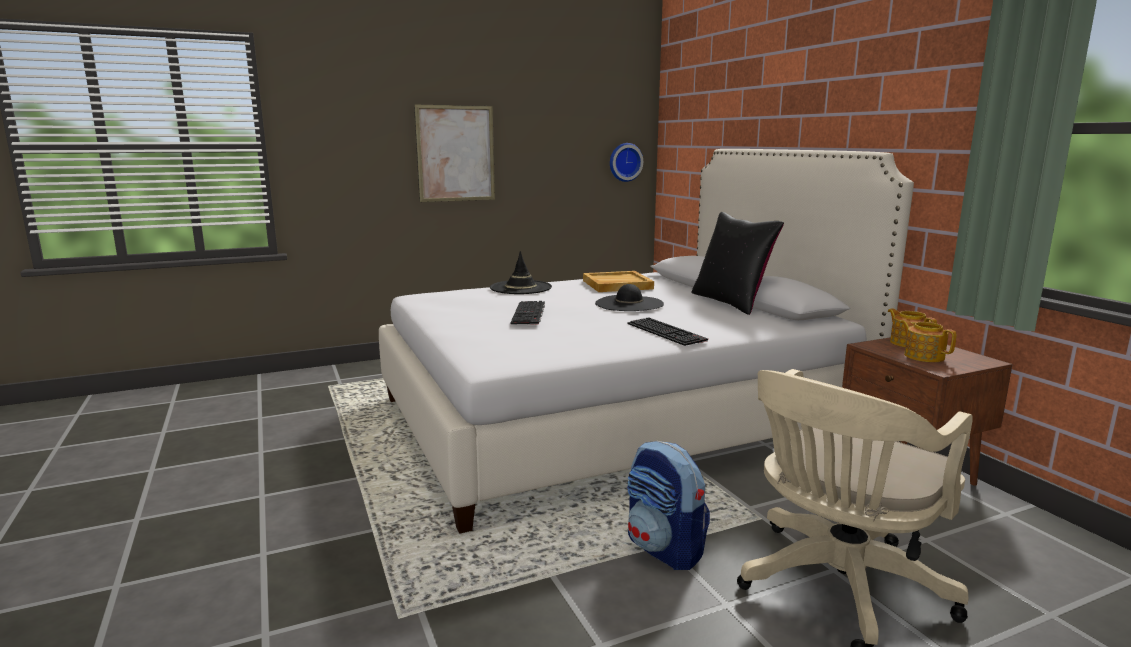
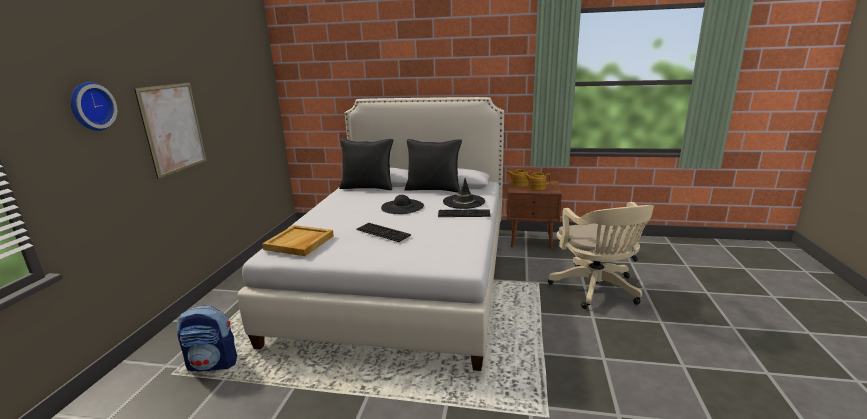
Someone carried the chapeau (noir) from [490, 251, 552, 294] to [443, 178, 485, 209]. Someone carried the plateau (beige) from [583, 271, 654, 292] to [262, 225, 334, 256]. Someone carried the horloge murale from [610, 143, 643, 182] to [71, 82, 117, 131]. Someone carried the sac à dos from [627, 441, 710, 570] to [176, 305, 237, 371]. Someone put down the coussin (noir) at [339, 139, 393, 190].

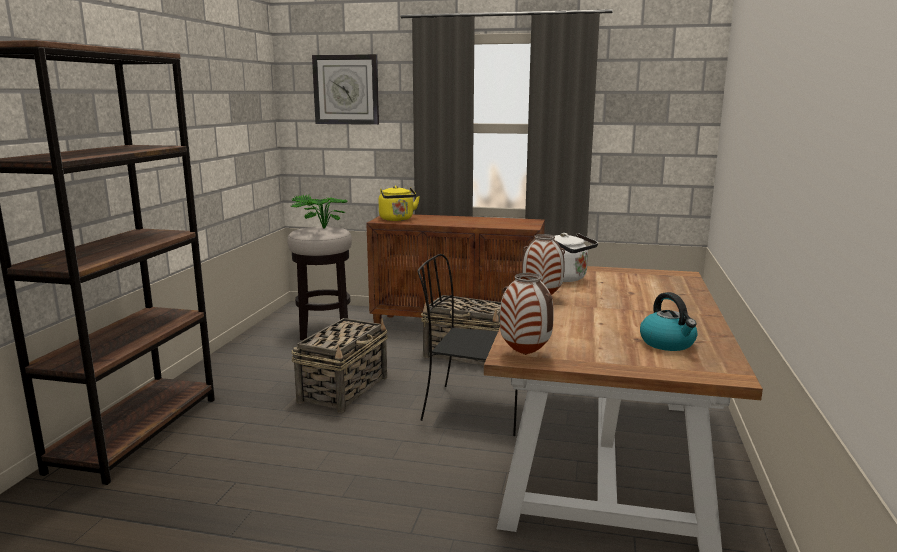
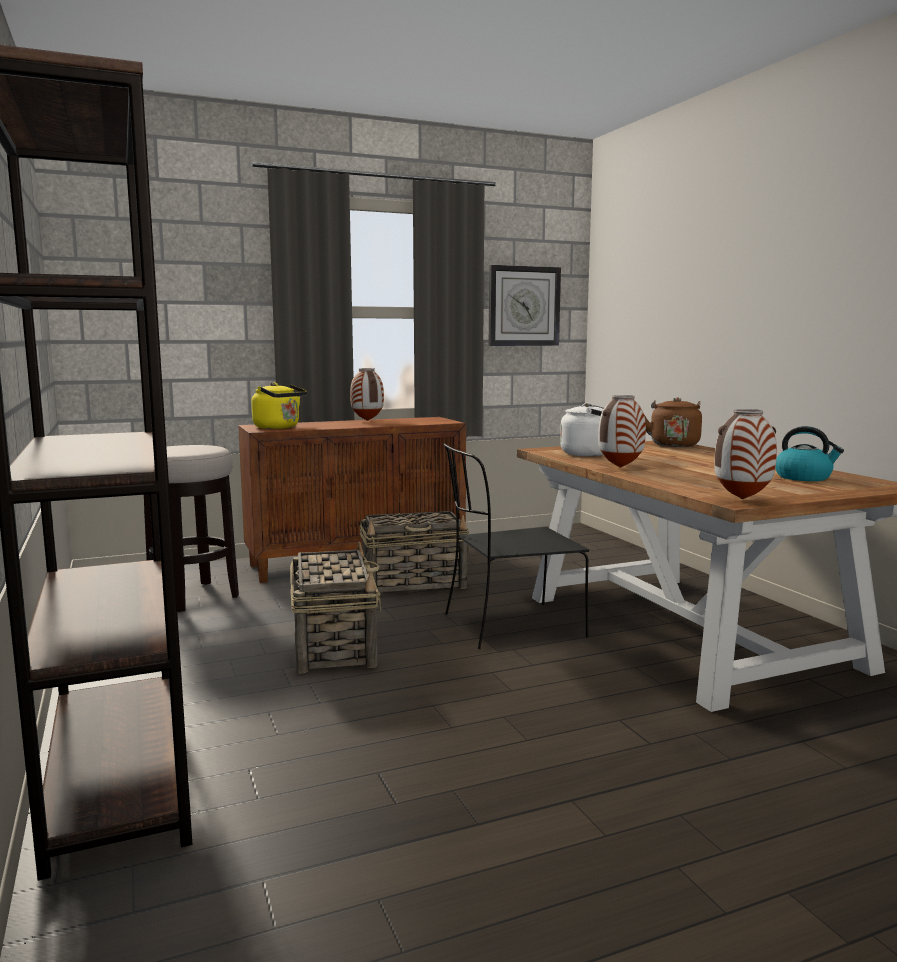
Someone took away the plante en pot at [290, 195, 347, 228]. Someone carried the horloge murale from [312, 54, 379, 125] to [489, 265, 561, 346]. Someone put down the vase at [350, 368, 384, 421]. Someone put down the bouilloire (marron) at [644, 397, 702, 447].

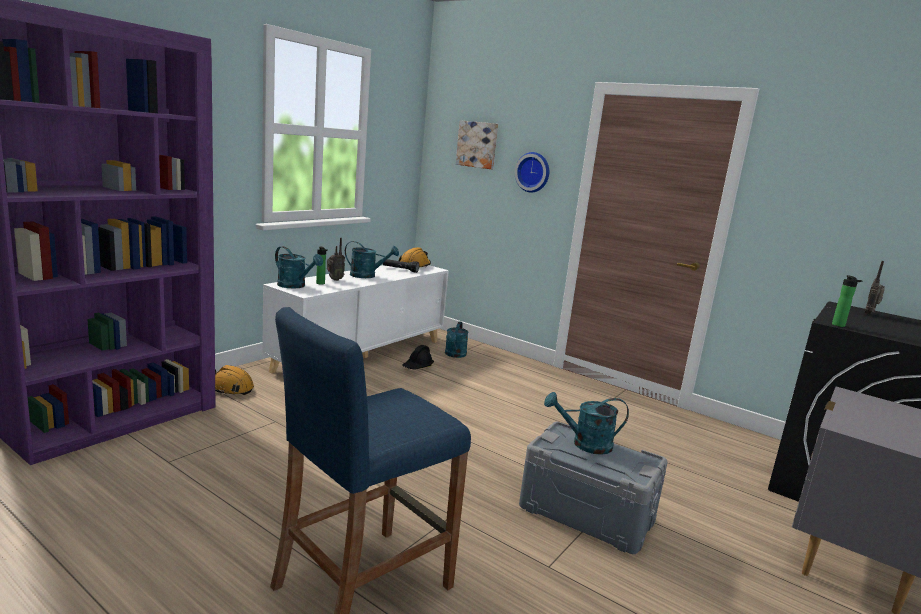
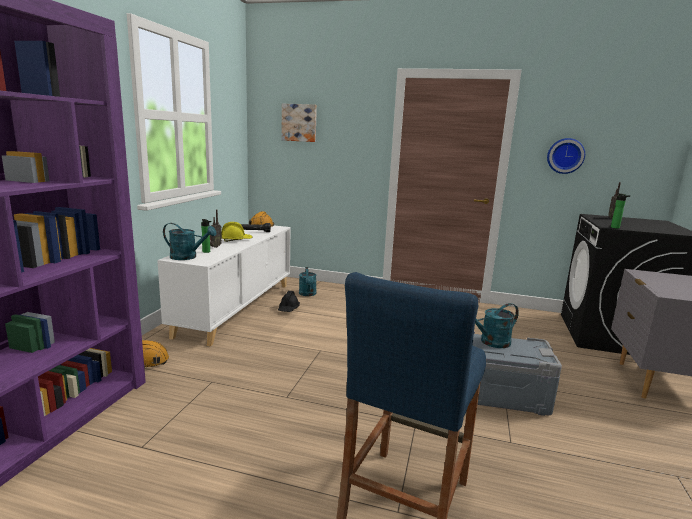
Someone swapped the arrosoir (turquoise) at [345, 241, 399, 278] for the casque de chantier (jaune) at [222, 222, 253, 242]. Someone carried the horloge murale from [515, 152, 549, 193] to [547, 138, 585, 174].

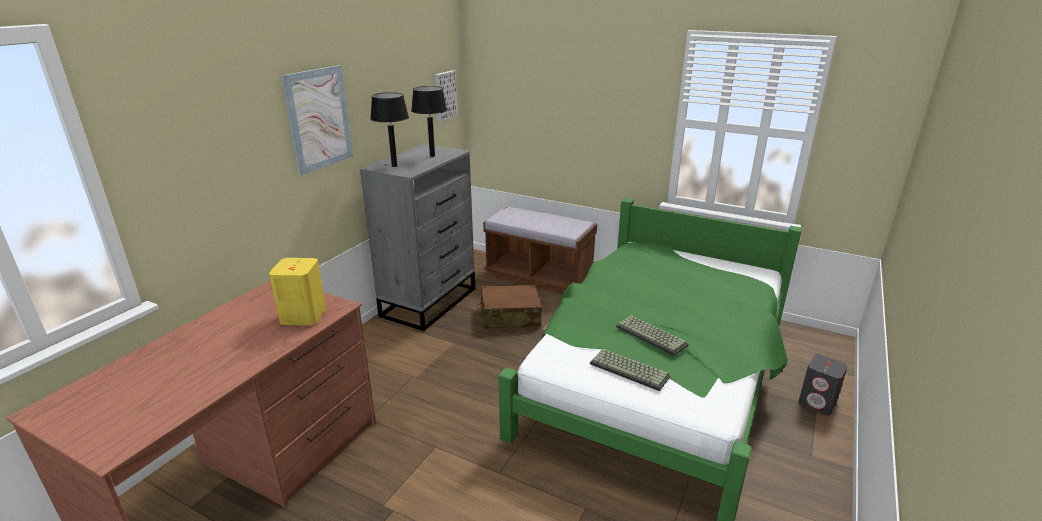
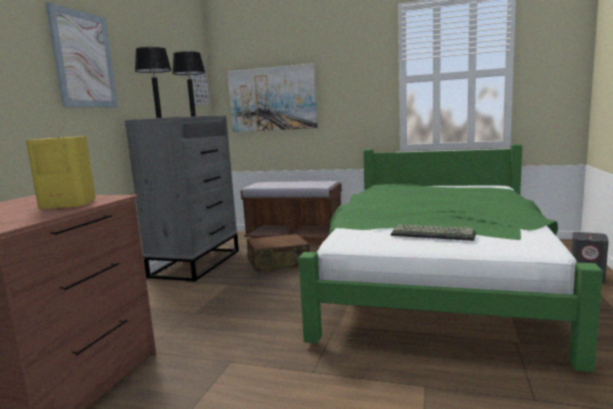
Someone took away the clavier at [616, 315, 689, 356]. Someone put up the tableau at [227, 63, 318, 132].

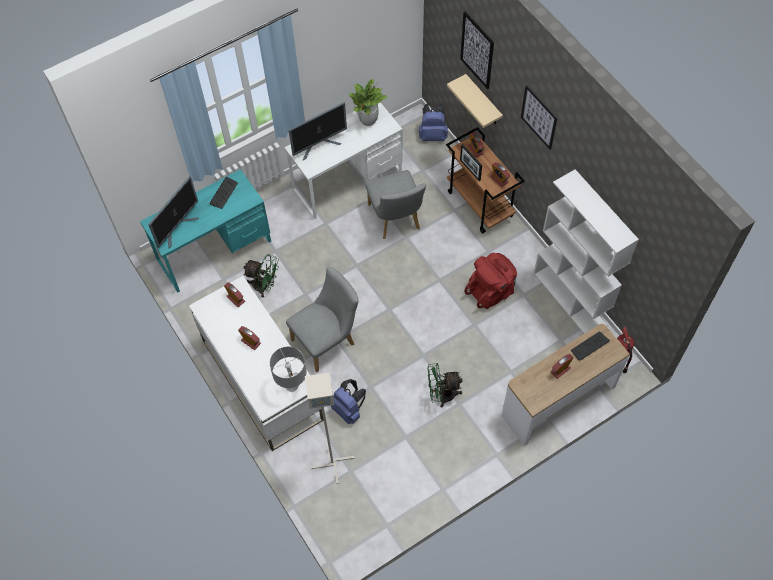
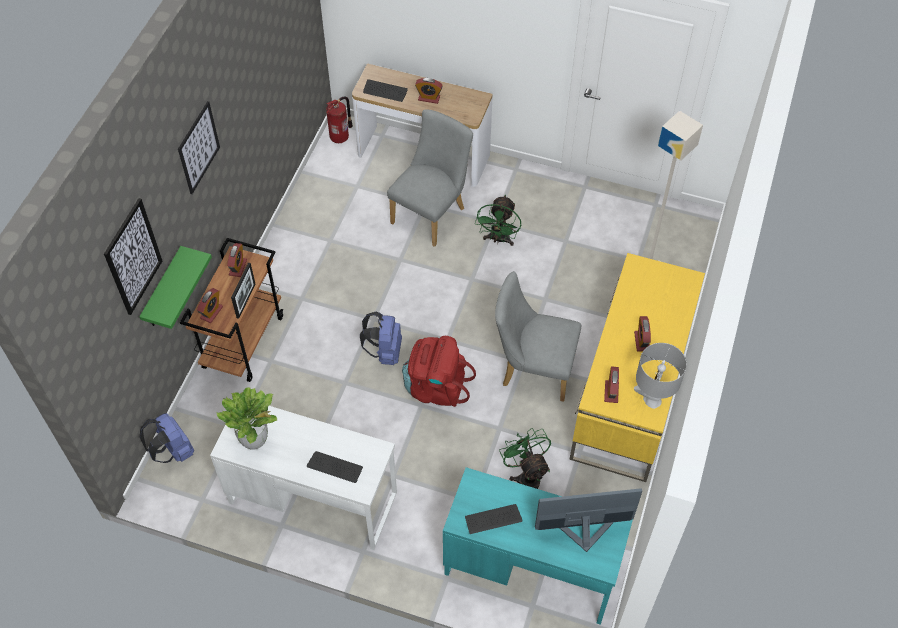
Someone repainted the bureau (blanc) at [189, 276, 324, 451], which became the bureau (jaune) at [569, 253, 705, 482]. Someone carried the lampe de table (gris) from [270, 346, 307, 392] to [634, 343, 687, 409]. Someone swapped the écran d'ordinateur at [289, 102, 347, 160] for the clavier at [307, 451, 363, 483]. Someone carried the sac à dos (bleu) from [331, 379, 366, 424] to [360, 312, 402, 365]. Someone carried the chaise (gris) from [365, 170, 426, 239] to [387, 110, 473, 247]. Someone rotated the ventilateur (vert) at [427, 363, 463, 408] by 60 degrees clockwise. Someone repainted the étagère (beige) at [447, 74, 503, 128], which became the étagère (vert) at [139, 246, 212, 329]. Someone carried the sac à dos (rouge) from [464, 253, 517, 309] to [402, 336, 476, 407]. Someone took away the bibliothèque (blanc) at [534, 169, 639, 334].

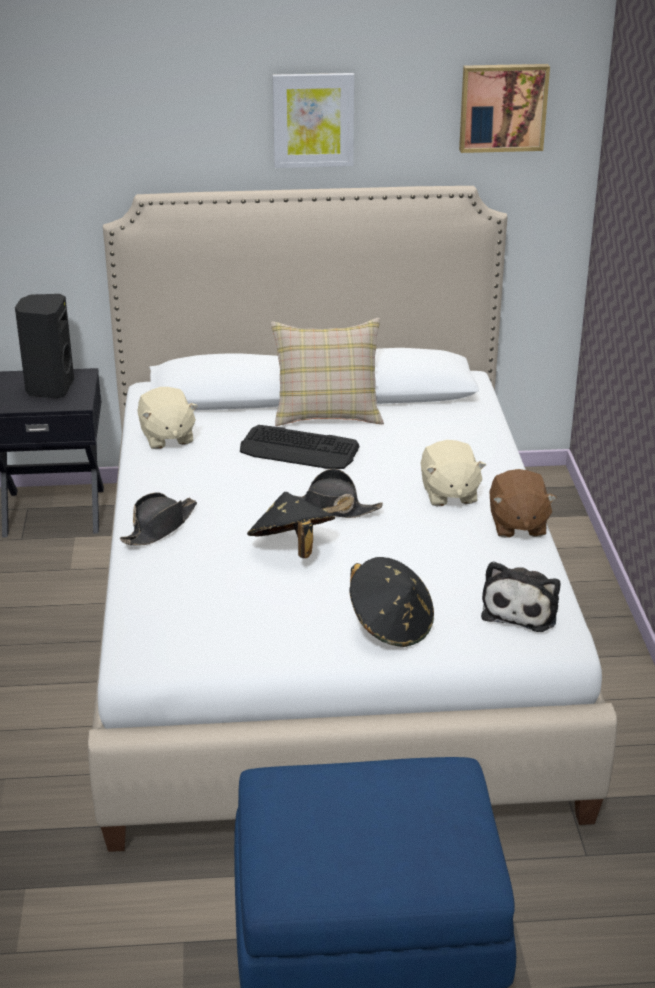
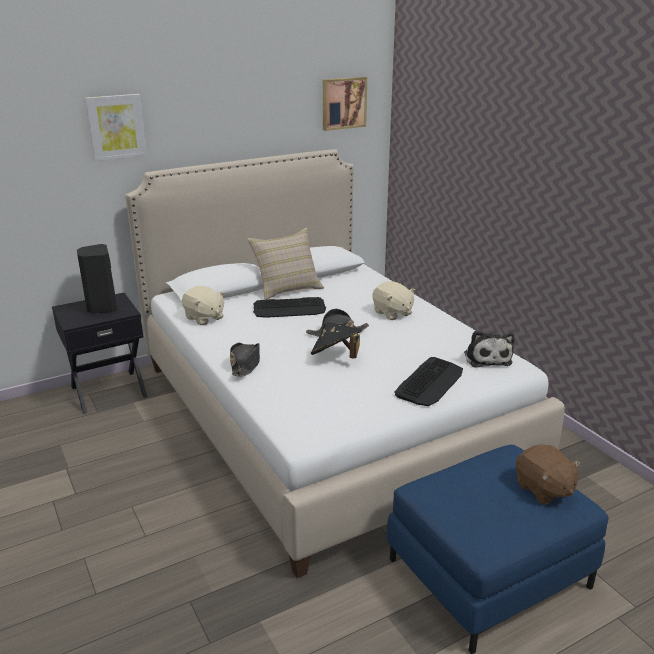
Someone carried the tableau from [272, 73, 354, 168] to [85, 94, 147, 161]. Someone swapped the chapeau (noir) at [349, 557, 434, 647] for the clavier at [394, 357, 463, 406]. Someone carried the peluche (marron) from [490, 469, 557, 538] to [516, 444, 581, 505].

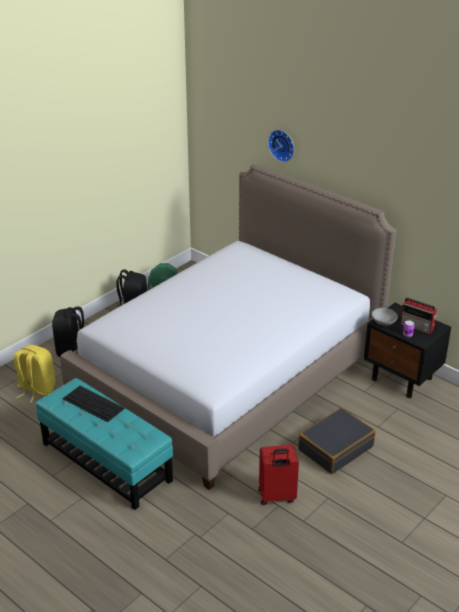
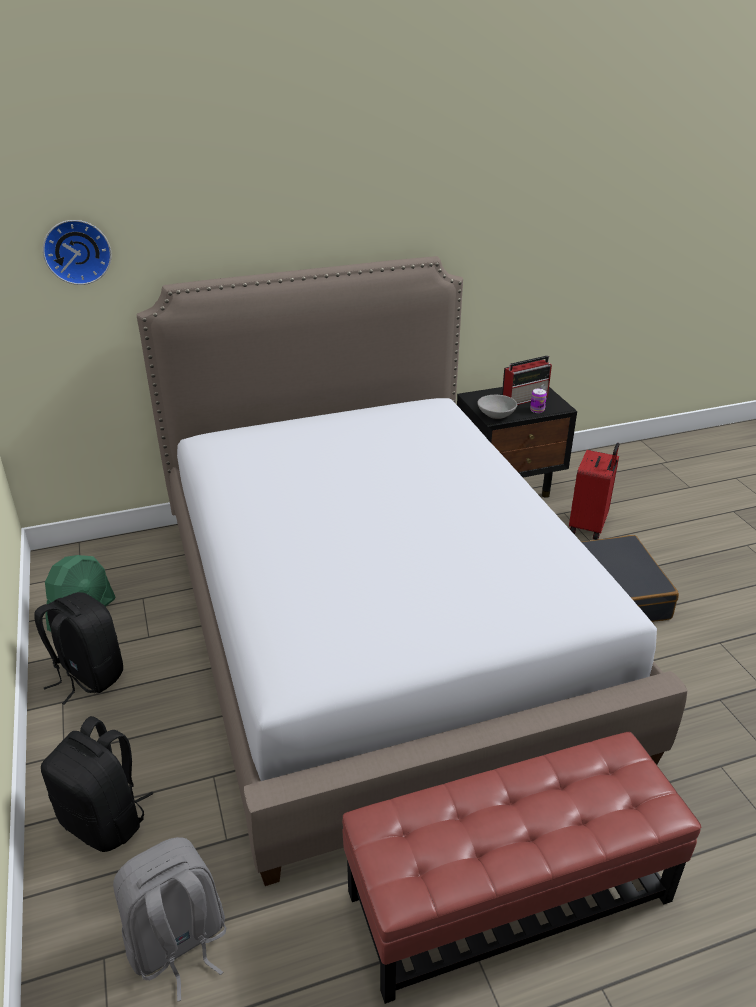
Someone repainted the sac à dos (jaune) at [14, 345, 56, 403], which became the sac à dos (gris) at [113, 837, 227, 1002]. Someone repainted the pouf (turquoise) at [36, 378, 173, 510], which became the pouf (rouge) at [342, 732, 701, 1004]. Someone took away the clavier at [63, 386, 125, 422]. Someone carried the valise (rouge) from [258, 445, 299, 505] to [569, 443, 619, 540]. Someone carried the horloge murale from [268, 130, 294, 162] to [43, 220, 111, 285].

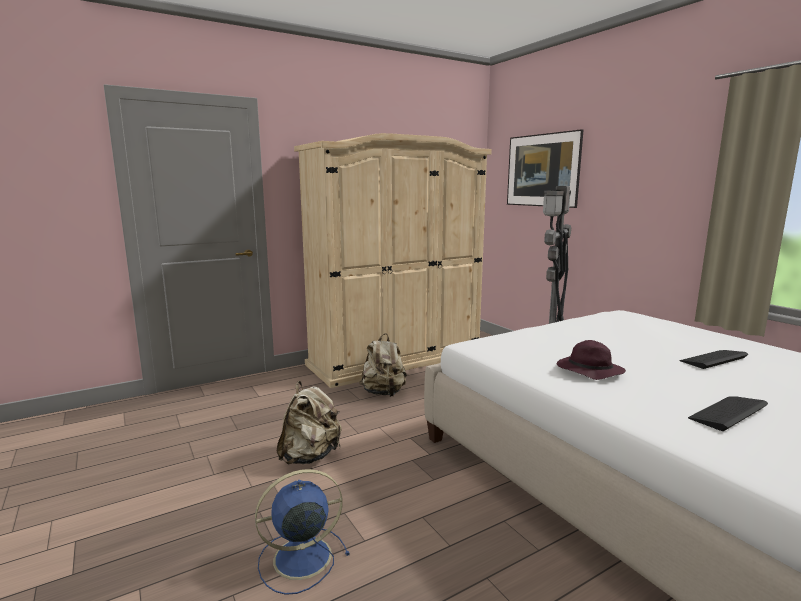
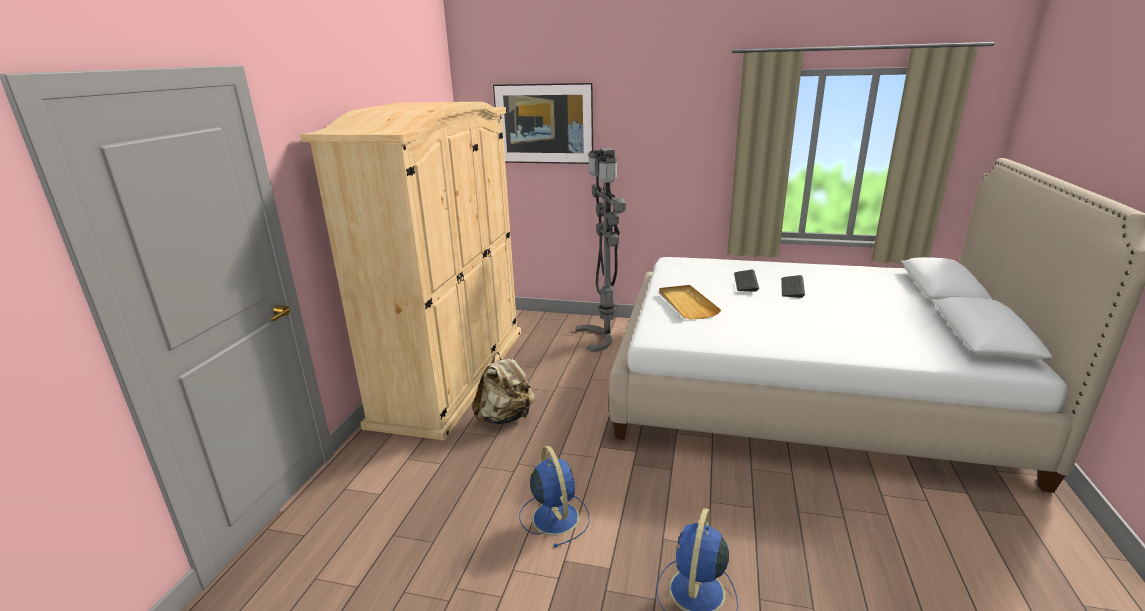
Someone swapped the sac à dos (beige) at [276, 381, 342, 464] for the ventilateur (bleu) at [519, 446, 590, 548]. Someone took away the chapeau (violet) at [556, 340, 626, 380]. Someone carried the clavier from [688, 396, 768, 431] to [734, 269, 759, 292]. Someone put down the plateau (beige) at [659, 285, 721, 320].

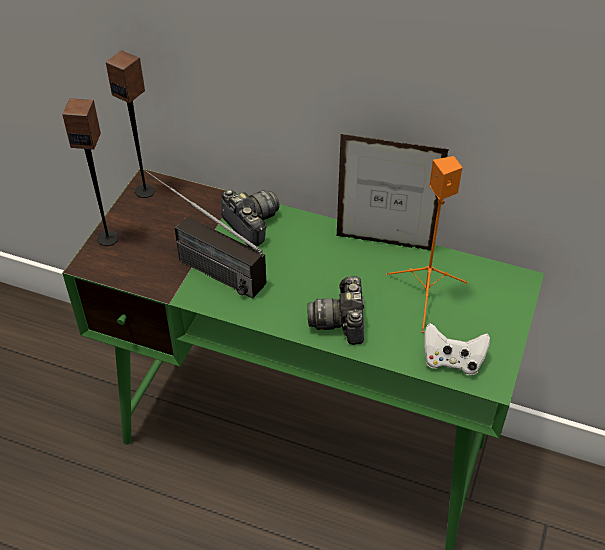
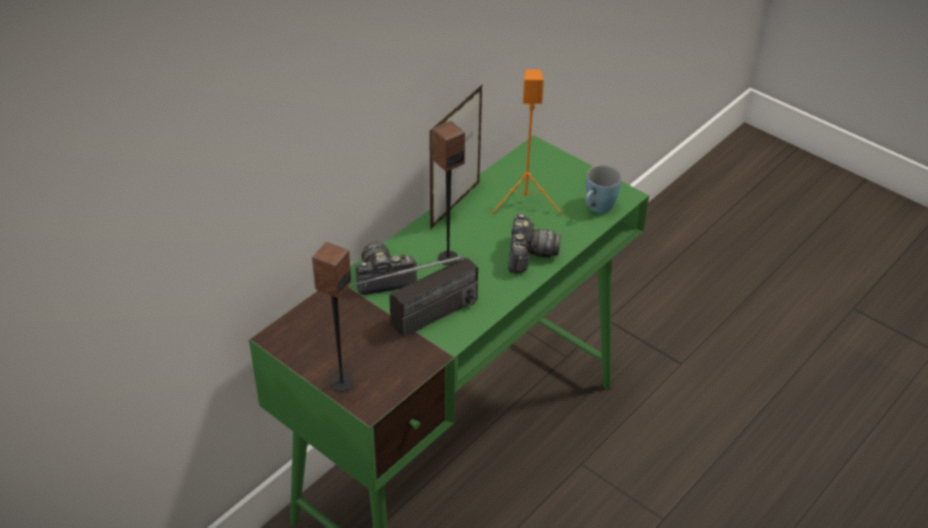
Someone carried the enceinte from [106, 50, 156, 198] to [432, 121, 465, 265]. Someone rotated the appareil photo at [307, 276, 364, 345] by 105 degrees counterclockwise. Someone swapped the manette (blanc) at [424, 323, 490, 375] for the mug (bleu) at [585, 165, 621, 213].

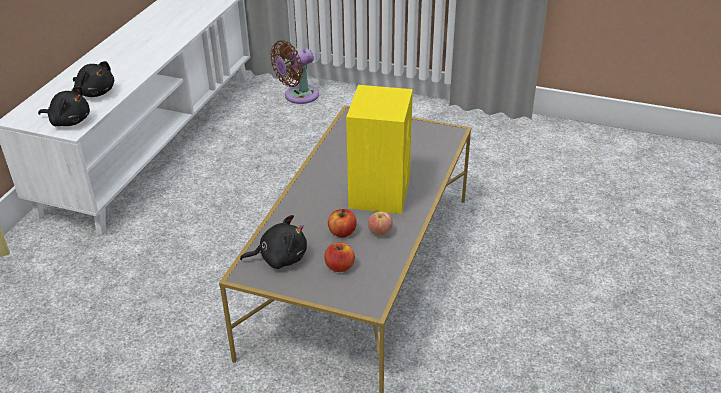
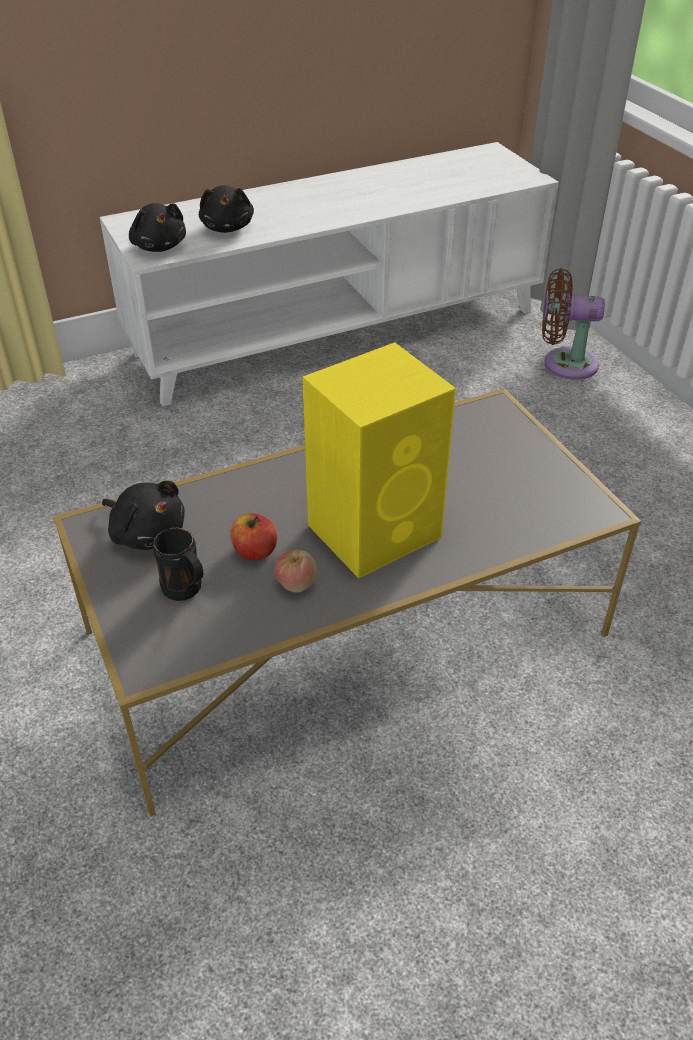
Someone swapped the pomme at [324, 243, 355, 272] for the mug (noir) at [153, 527, 203, 601].

